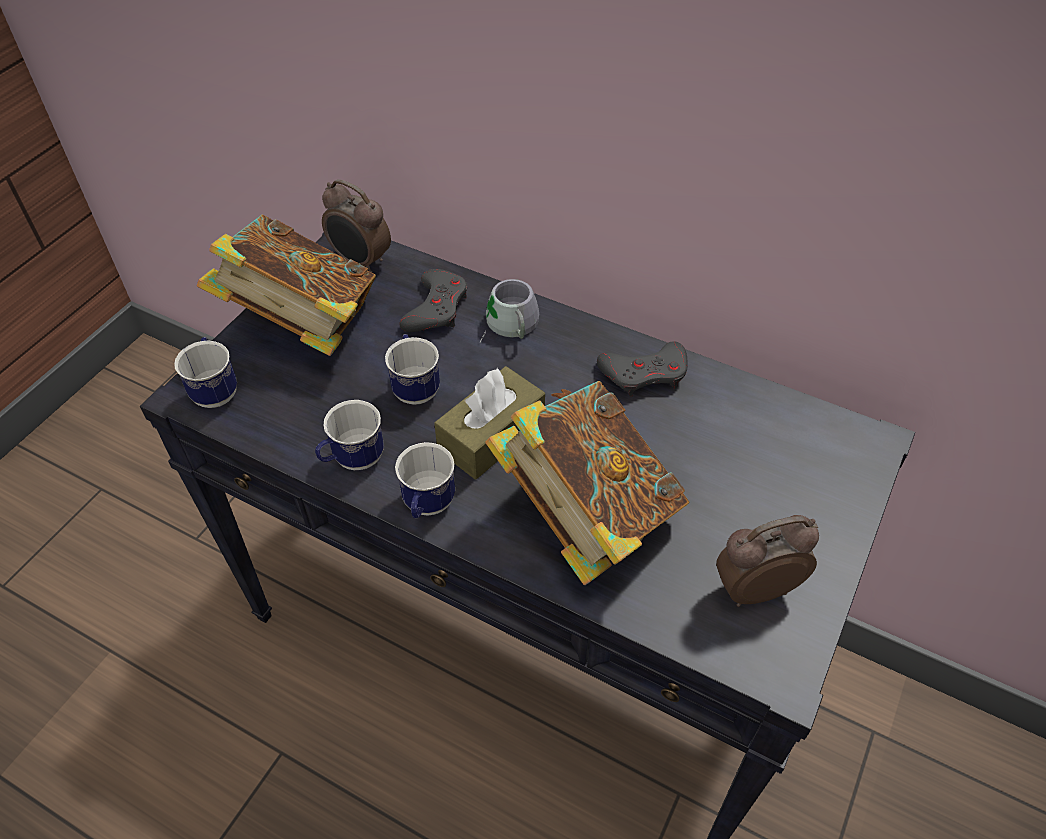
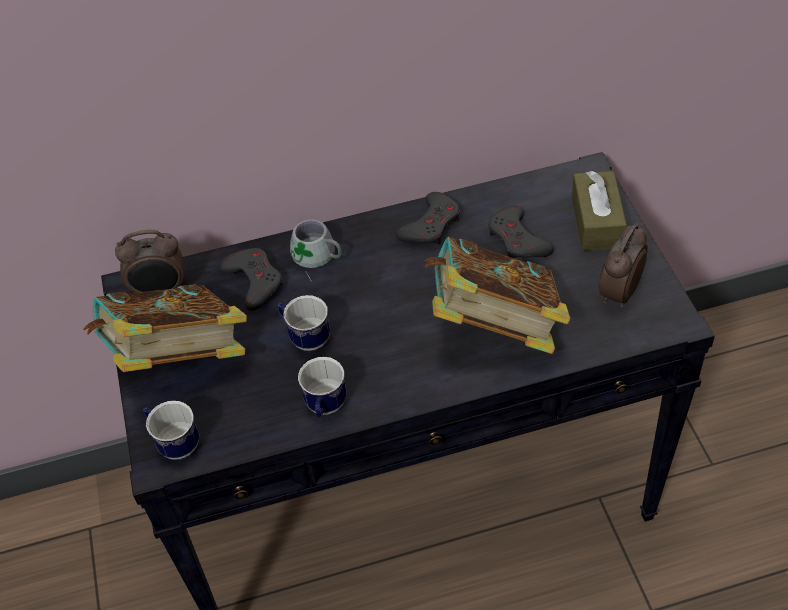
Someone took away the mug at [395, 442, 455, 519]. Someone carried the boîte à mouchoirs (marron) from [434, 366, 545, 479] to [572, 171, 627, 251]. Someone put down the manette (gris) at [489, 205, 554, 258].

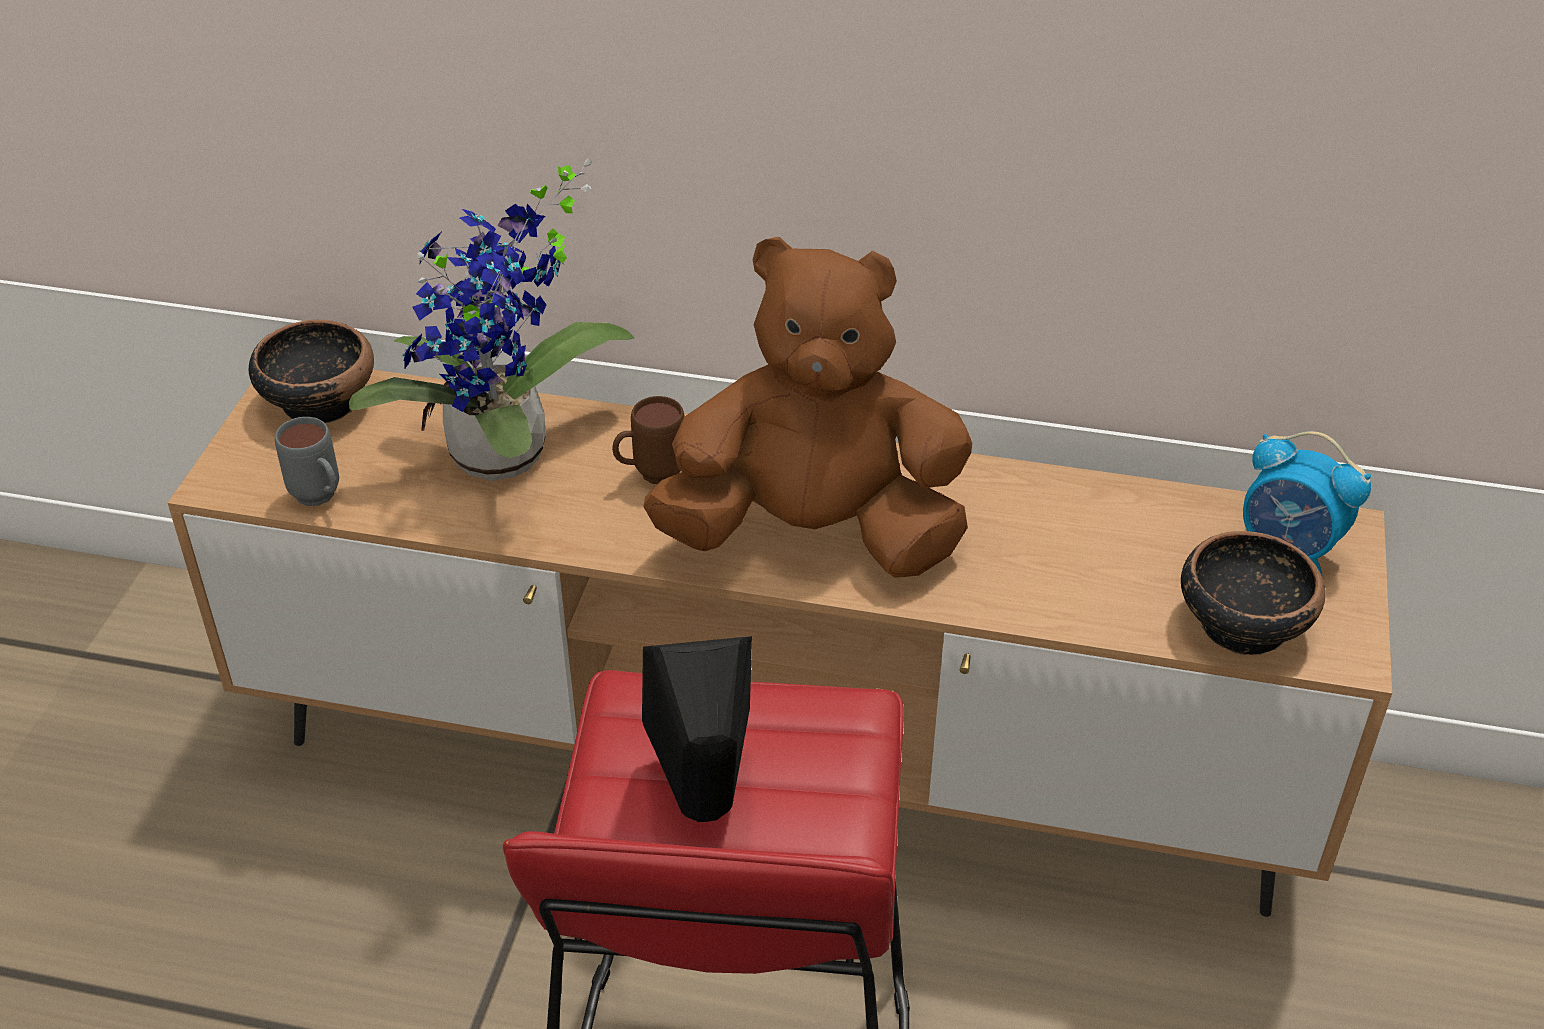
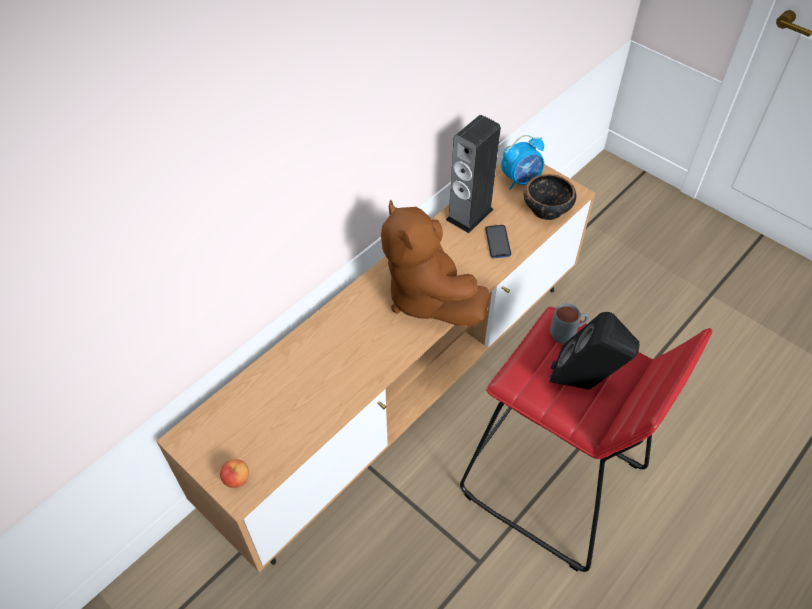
Someone took away the bol at [249, 320, 374, 423]. Someone carried the mug (gris) from [275, 417, 339, 506] to [550, 303, 588, 344]. Someone took away the plante en pot at [349, 158, 634, 481]. Someone took away the mug (marron) at [612, 396, 685, 484]. Someone rotated the peluche (marron) at [643, 237, 972, 578] by 60 degrees counterclockwise. Someone put down the pomme at [220, 459, 249, 488]. Someone put down the enceinte at [446, 115, 501, 233]. Someone put down the téléphone at [485, 225, 511, 258].

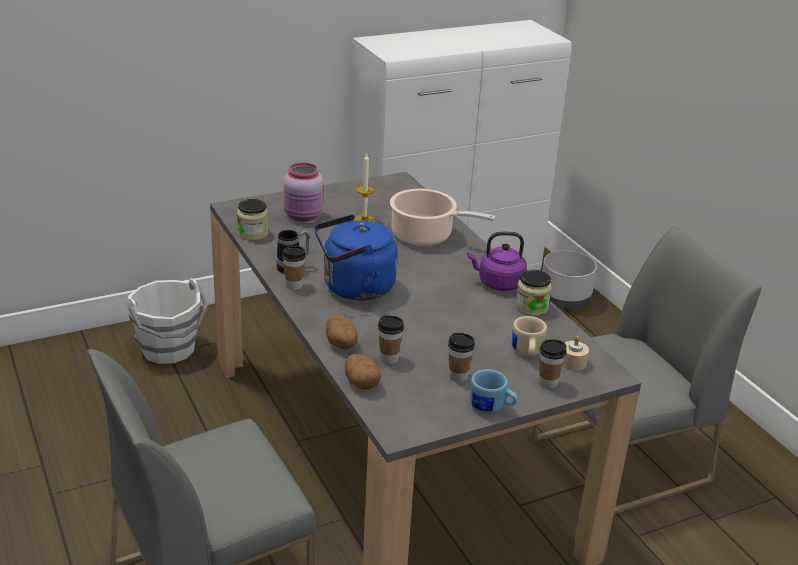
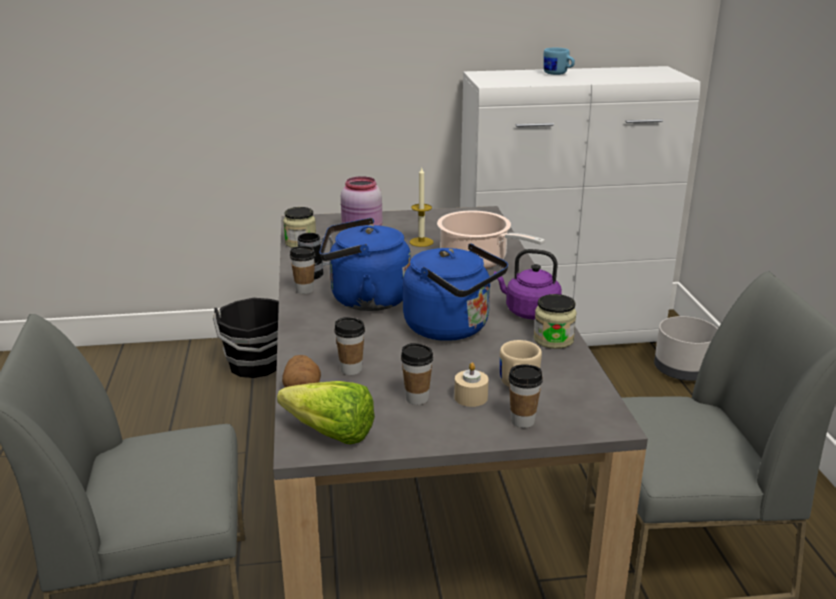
Someone repainted the seau (blanc) at [127, 278, 208, 364], which became the seau (noir) at [213, 298, 279, 378]. Someone took away the pomme de terre at [326, 315, 358, 349]. Someone carried the mug (bleu) from [470, 369, 518, 414] to [543, 48, 575, 75]. Someone carried the bougie (beige) from [562, 336, 589, 371] to [454, 362, 489, 407]. Someone put down the laitue at [277, 381, 375, 444]. Someone put down the bouilloire (bleu) at [403, 243, 508, 341].

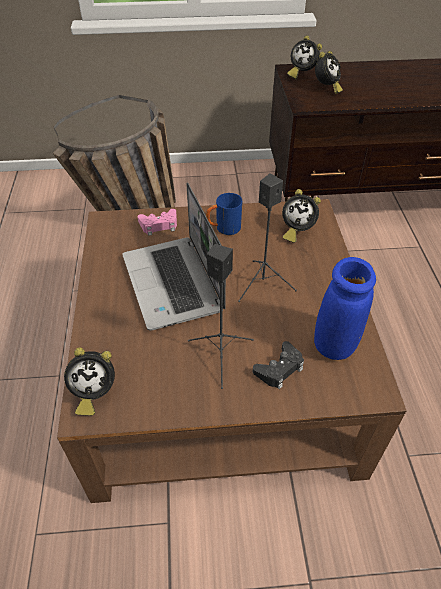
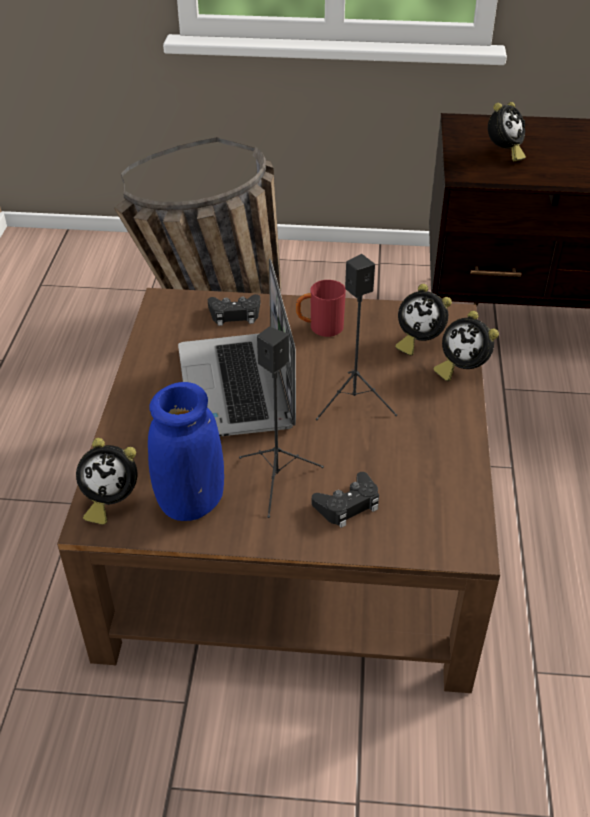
Someone repainted the manette (rose) at [138, 209, 177, 236], which became the manette (noir) at [208, 294, 260, 326]. Someone repainted the mug (bleu) at [206, 193, 242, 235], which became the mug (rouge) at [296, 280, 346, 337]. Someone carried the réveil from [287, 36, 322, 79] to [433, 311, 499, 381]. Someone carried the vase (bleu) from [314, 257, 376, 360] to [148, 382, 224, 521].

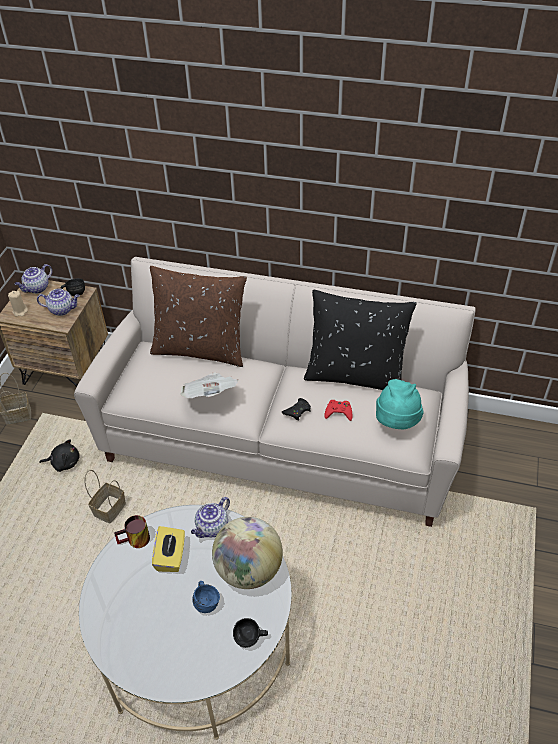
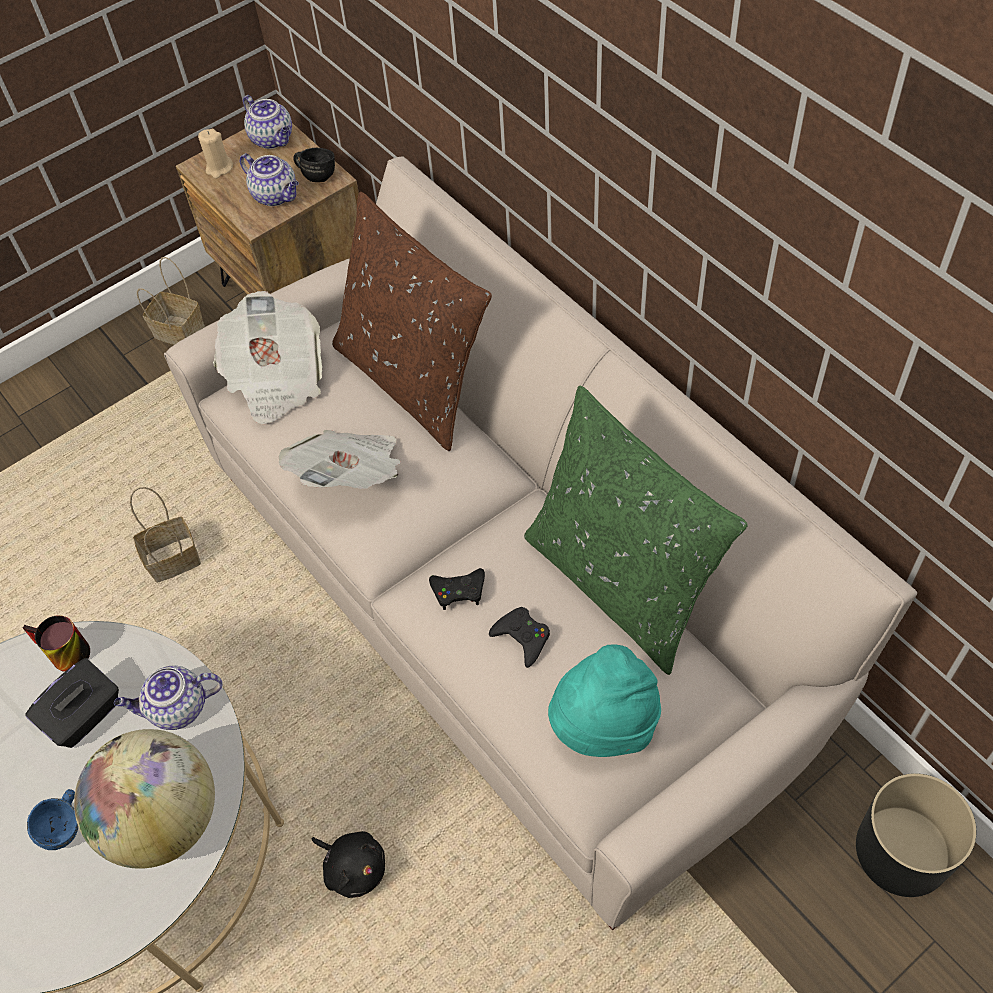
Someone rotated the théière at [15, 264, 52, 294] by 120 degrees counterclockwise. Someone carried the peluche (noir) from [39, 439, 80, 472] to [311, 831, 385, 898]. Someone repainted the boîte à mouchoirs (jaune) at [152, 526, 185, 572], which became the boîte à mouchoirs (noir) at [25, 658, 119, 748]. Someone took away the mug (noir) at [233, 618, 268, 648]. Someone repainted the coussin (noir) at [304, 290, 417, 390], which became the coussin (vert) at [524, 385, 748, 675]. Someone repainted the manette (rouge) at [324, 400, 353, 421], which became the manette (noir) at [489, 607, 550, 668]. Someone put down the journal at [213, 291, 322, 425]. Someone put down the cache-pot (noir) at [856, 773, 976, 897].

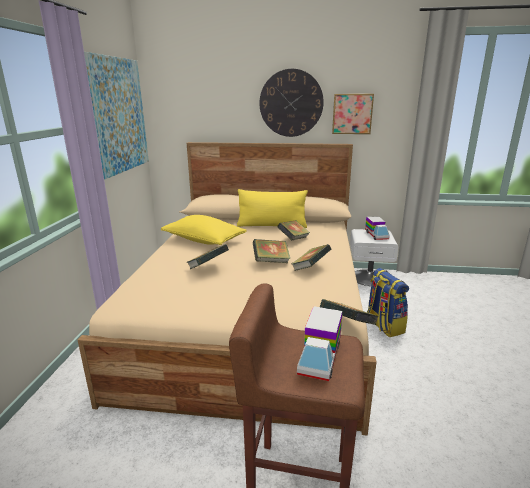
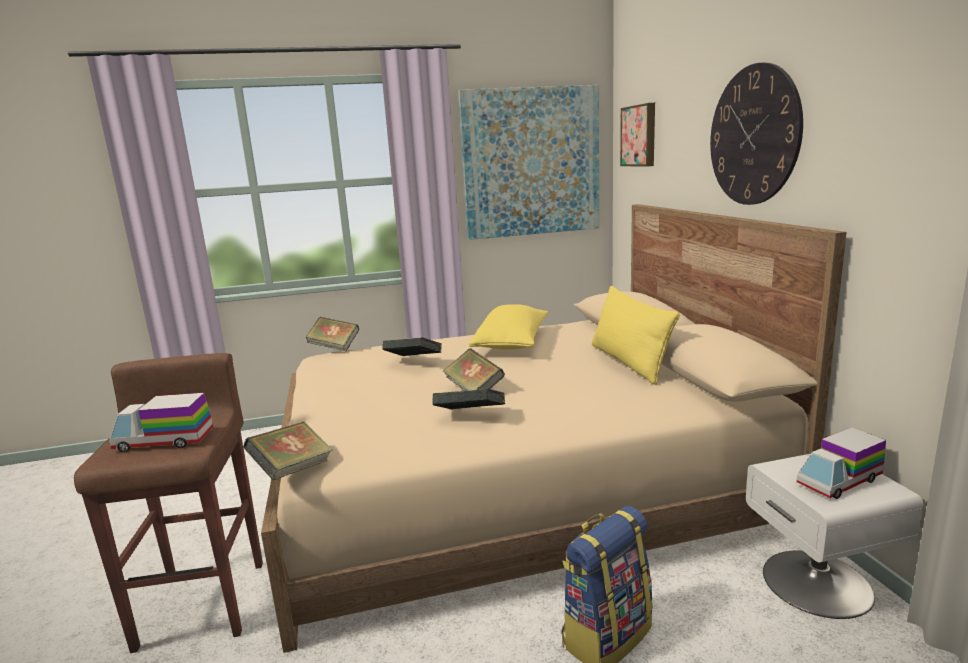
Someone carried the livre from [277, 220, 310, 240] to [305, 317, 359, 351]. Someone carried the tableau from [332, 94, 374, 134] to [620, 103, 655, 167].

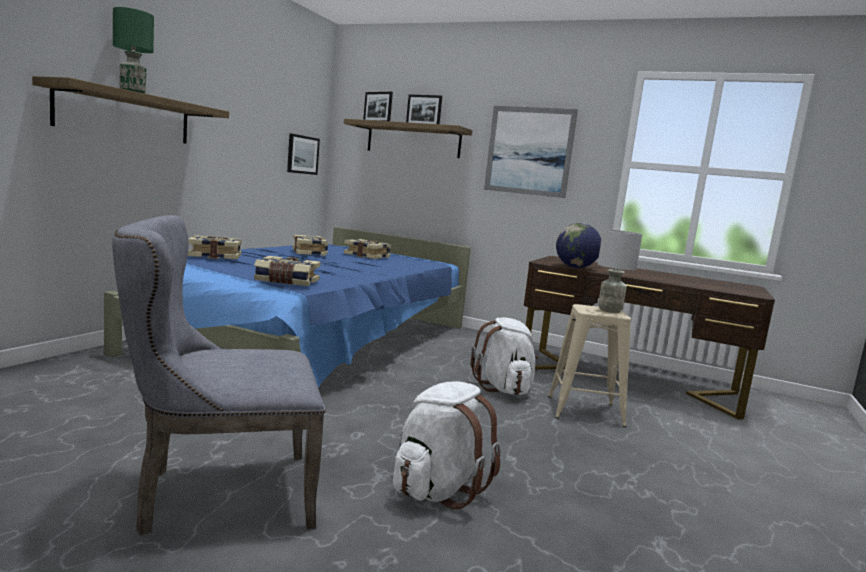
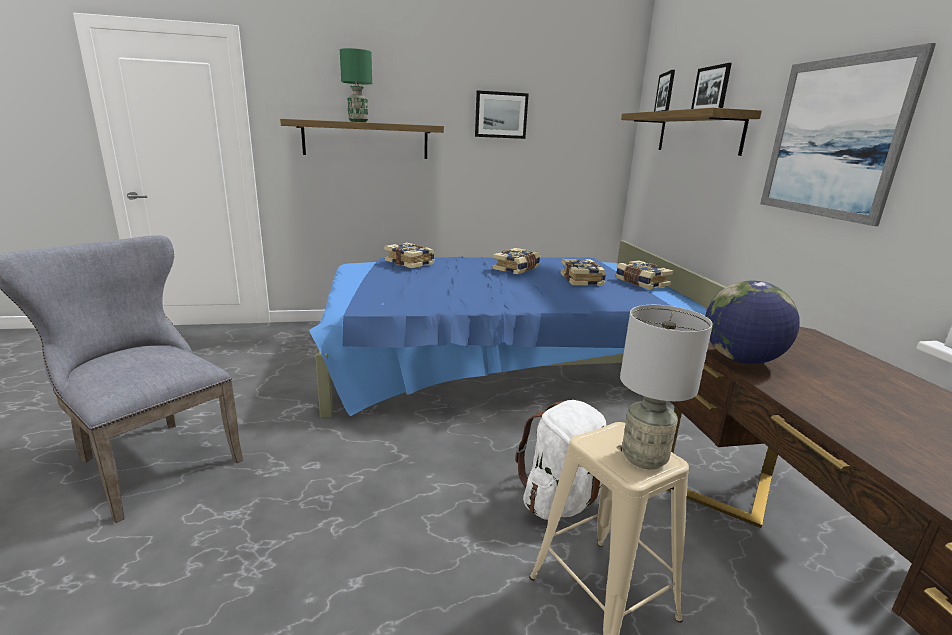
Someone carried the livre from [254, 256, 320, 286] to [615, 261, 673, 289]. Someone carried the tableau from [287, 133, 320, 175] to [475, 90, 529, 139]. Someone took away the sac à dos (blanc) at [393, 381, 501, 510].

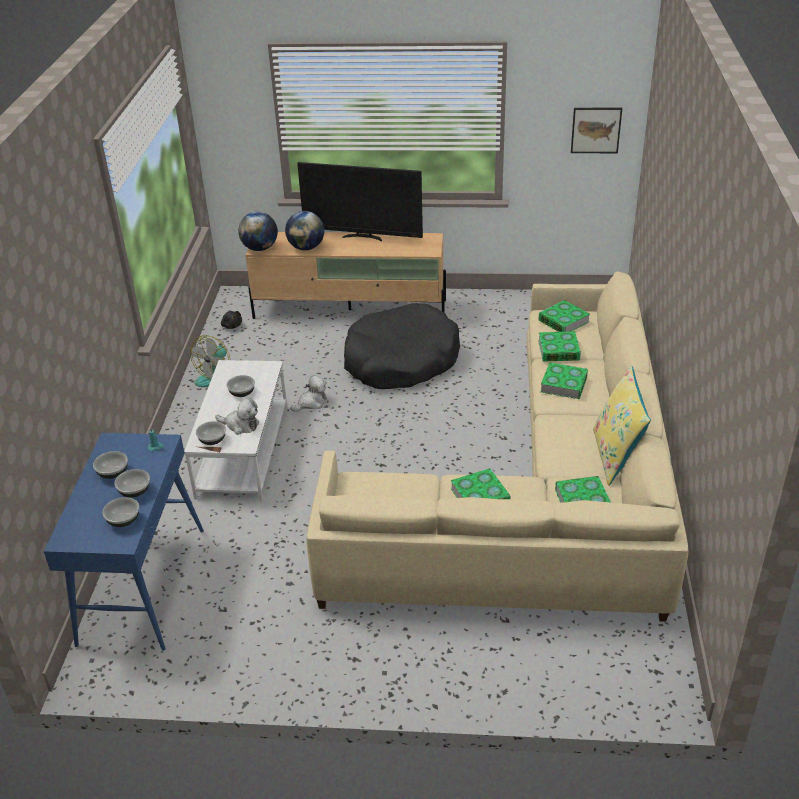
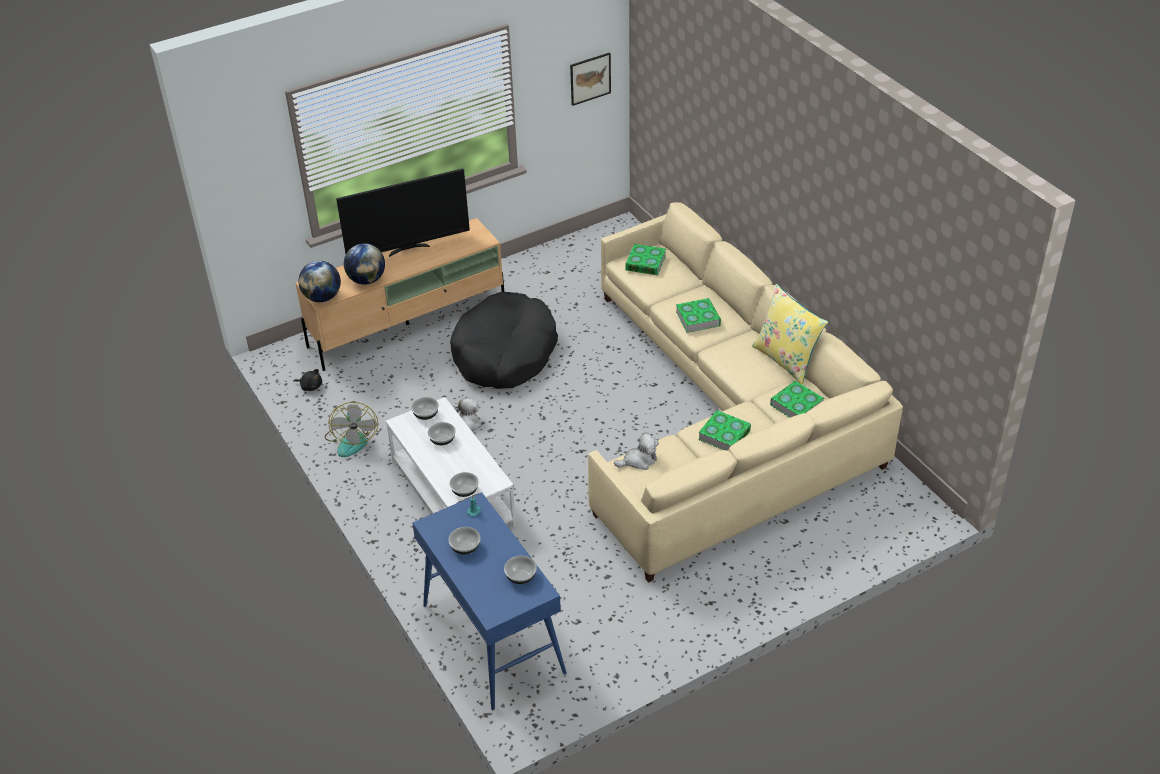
Someone carried the bol from [114, 469, 150, 498] to [411, 397, 439, 420]. Someone carried the peluche from [215, 398, 259, 435] to [614, 433, 659, 470]. Someone took away the livre at [538, 331, 581, 362].

